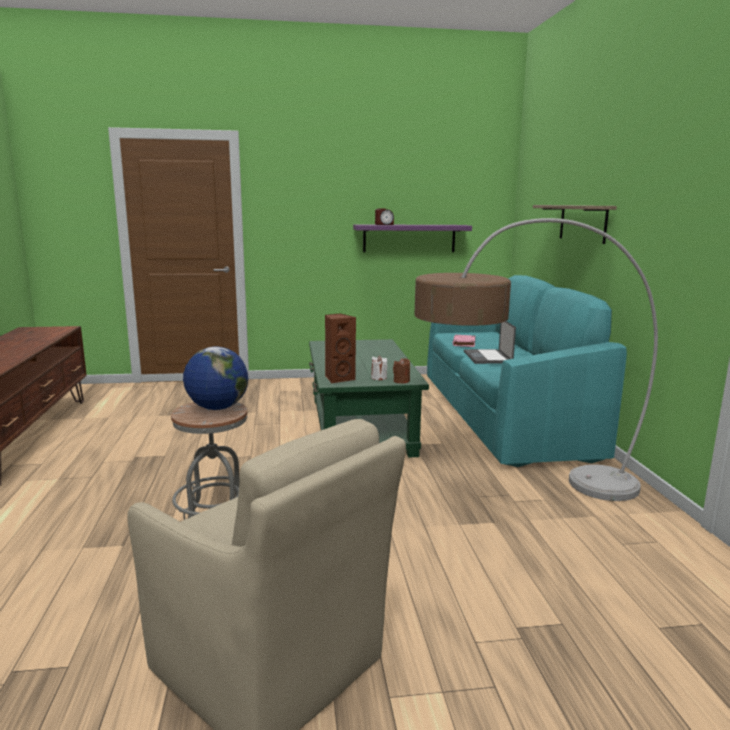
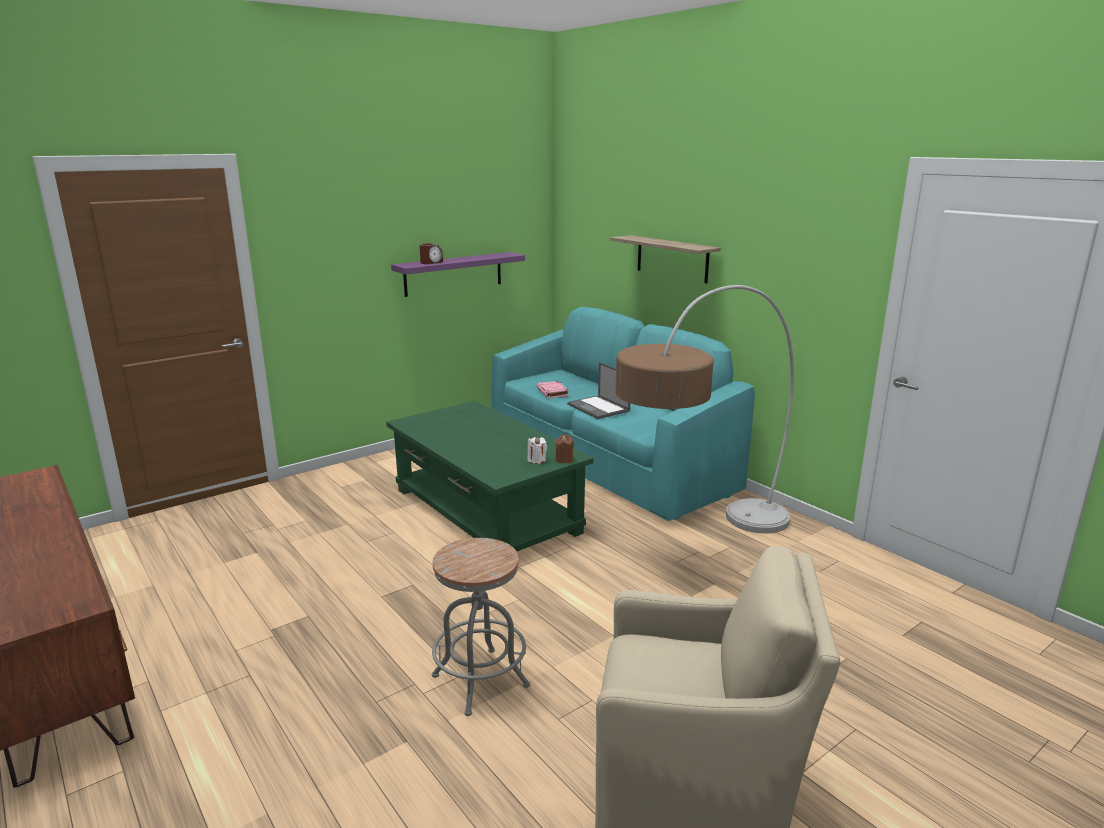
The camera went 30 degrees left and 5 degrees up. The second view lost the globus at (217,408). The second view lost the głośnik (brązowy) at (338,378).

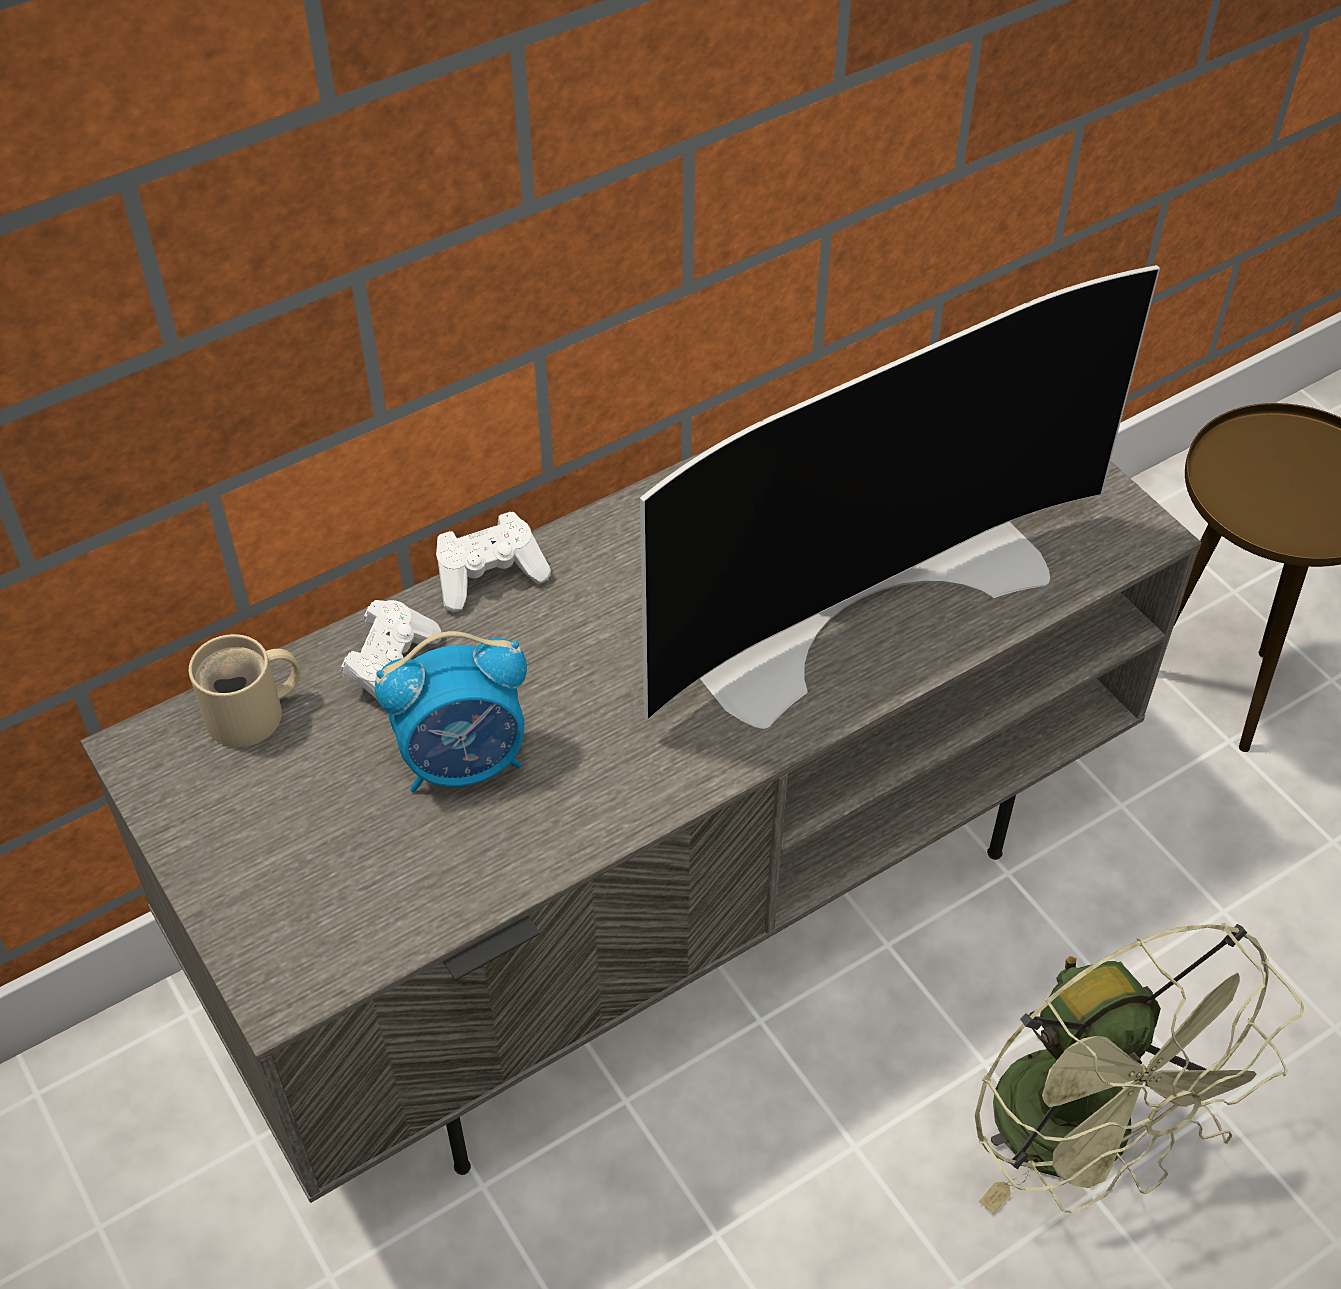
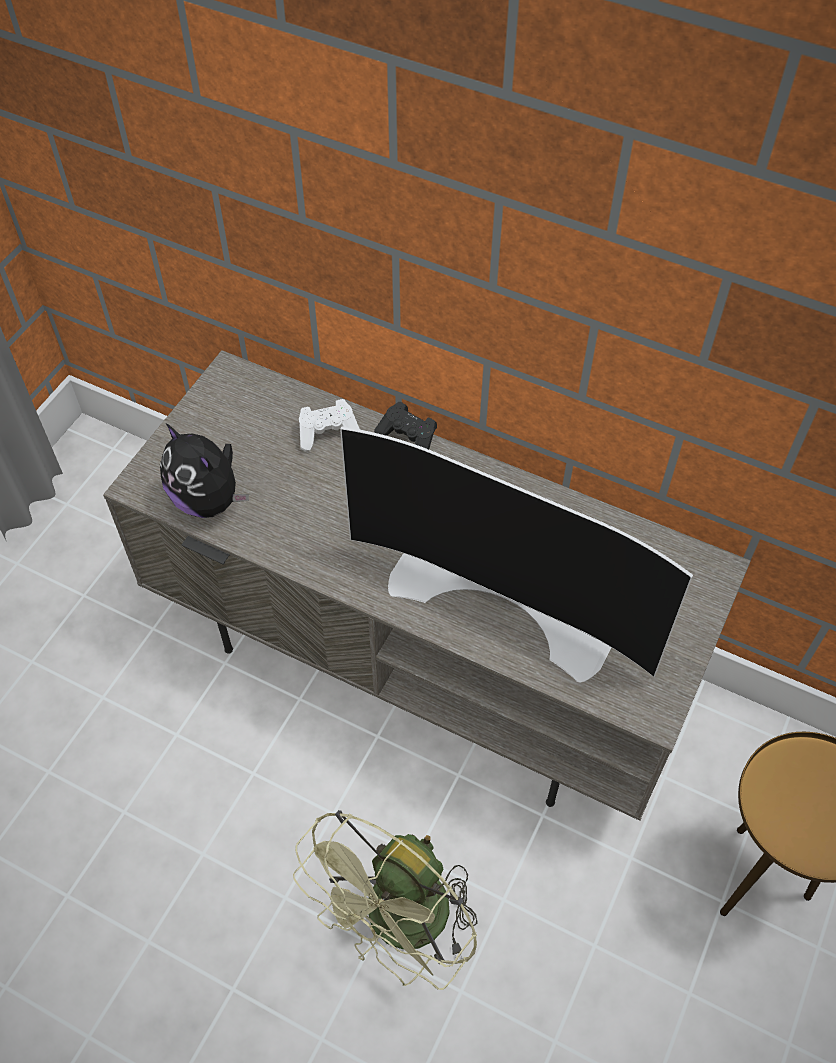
The camera went 60 degrees right and 5 degrees up. The second view lost the kubek (beżowy) at (252,716). The second view lost the budzik at (464,761). The second view gained the pluszak at (209,500). What was the pad do gier (biały) at (489,576) turned into the pad do gier (czarny) at (408,439).

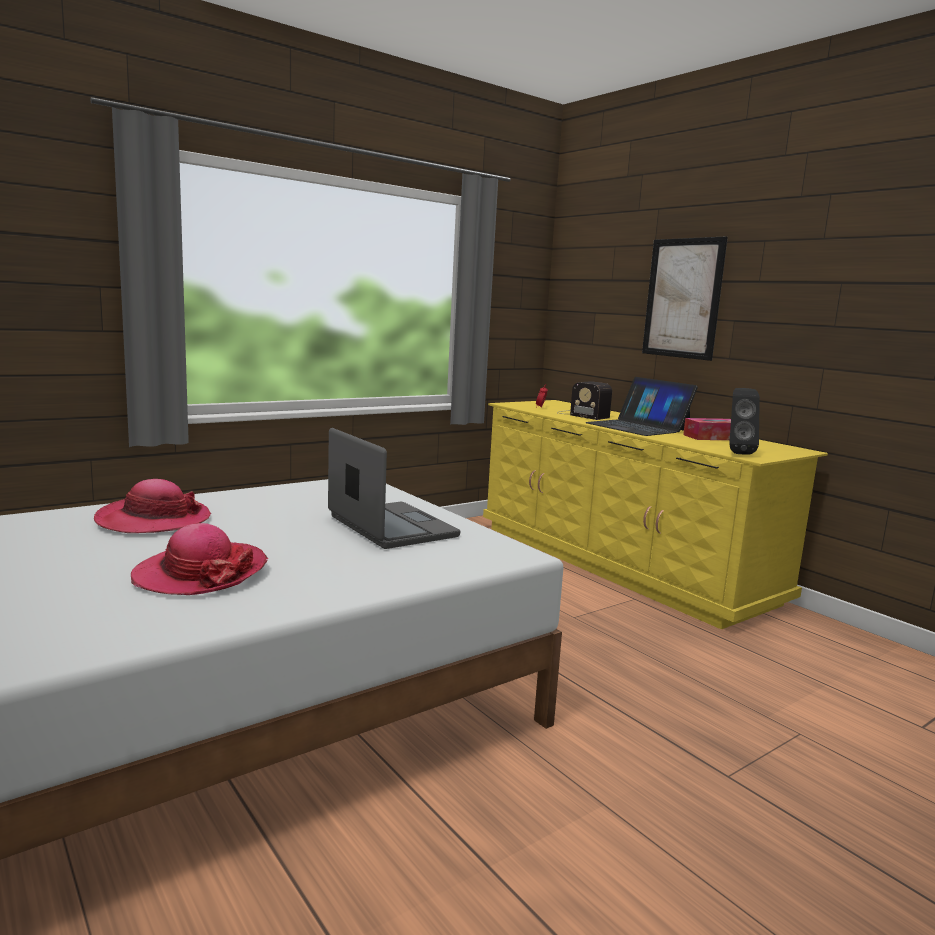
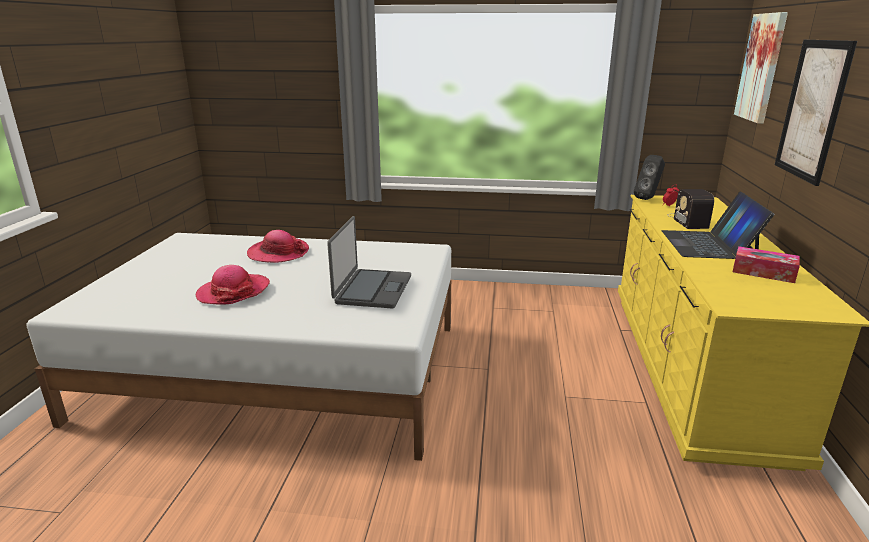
The camera went 45 degrees right and 10 degrees up. The second view gained the obraz at (761,67). The głośnik (czarny) ended up elsewhere, having gone from (737,453) to (648,198).

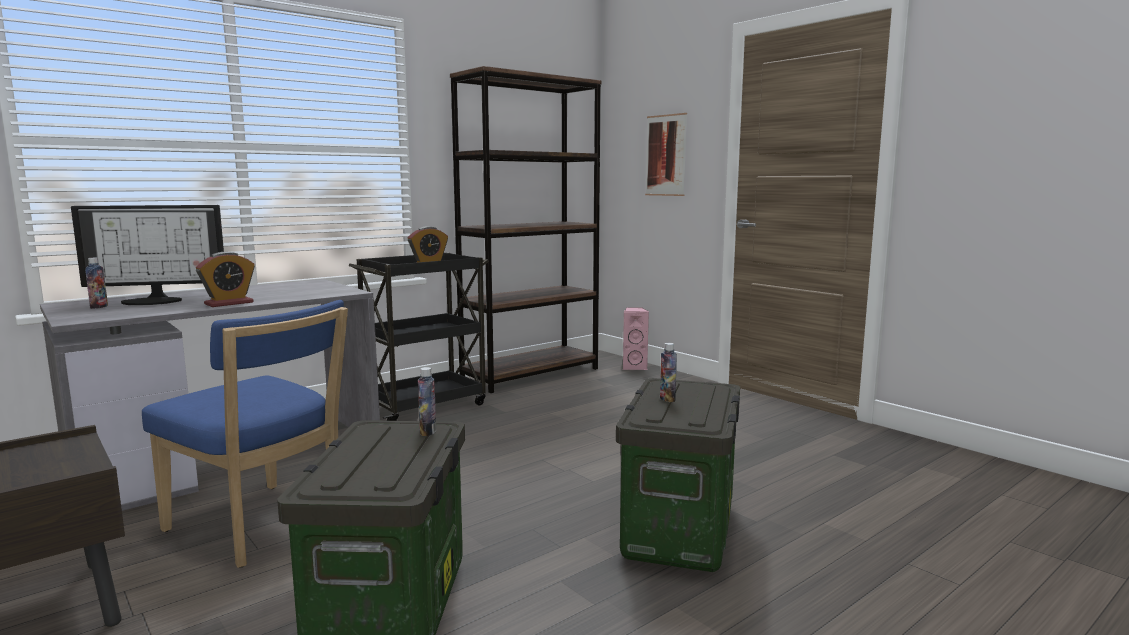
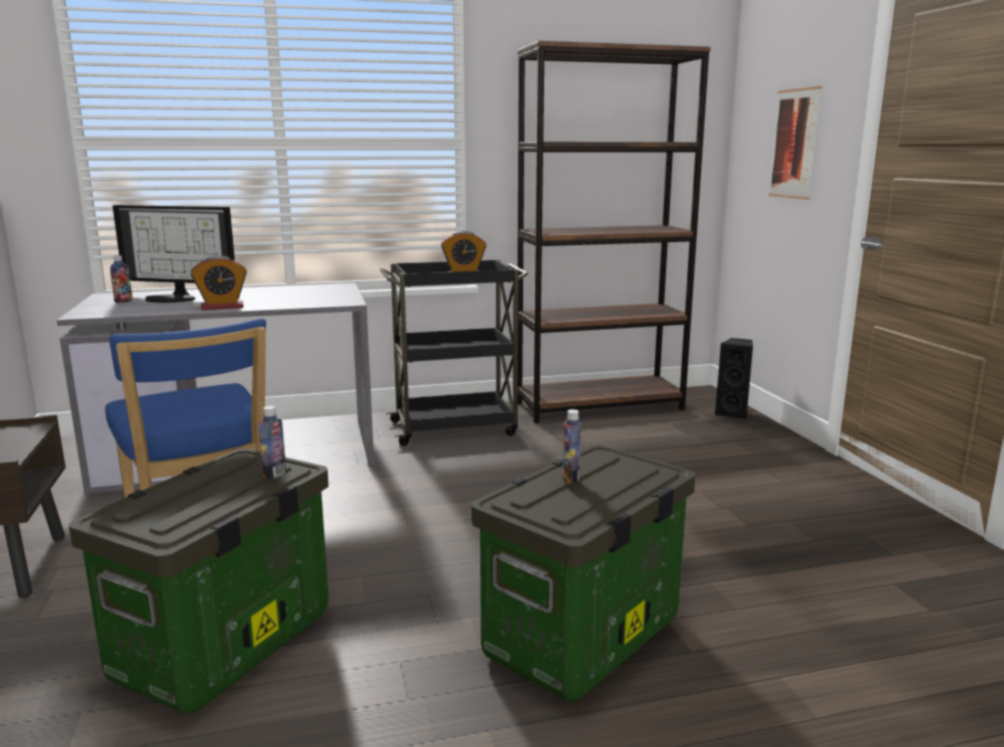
The camera went 25 degrees right and 5 degrees up. What was the głośnik (różowy) at (634,367) turned into the głośnik (czarny) at (733,413).

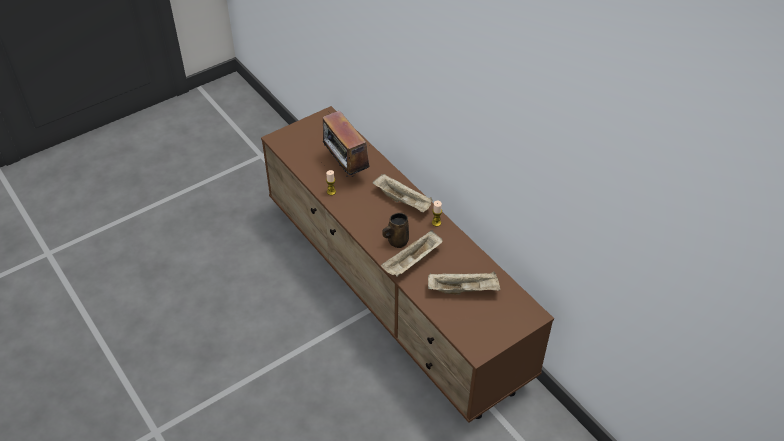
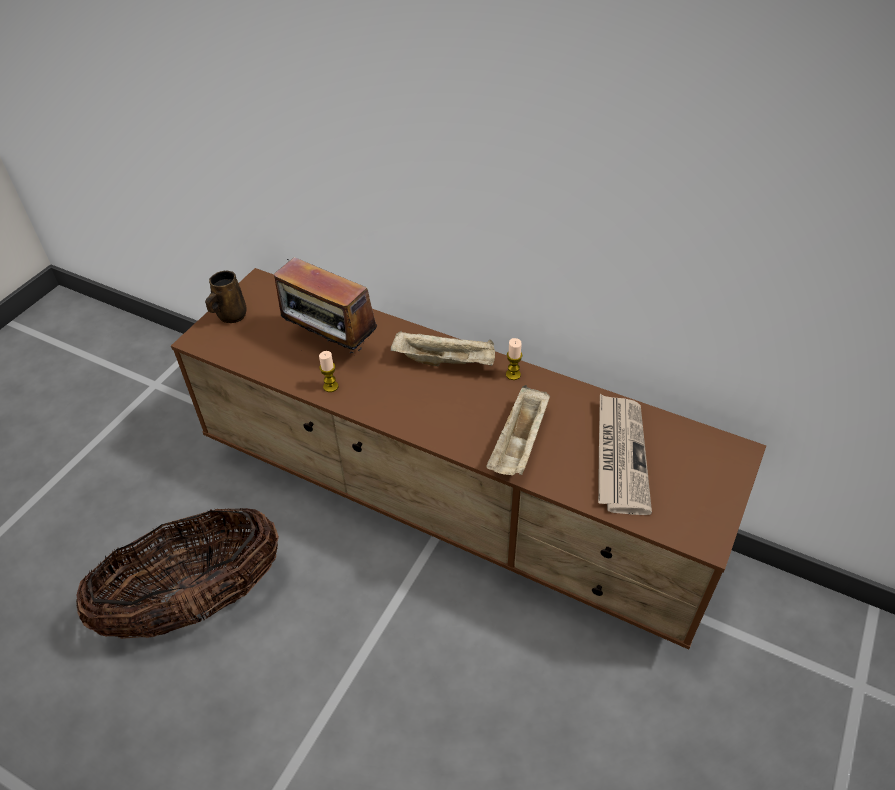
The camera went 25 degrees left and 0 degrees up. The second view gained the koszyk at (197,602). The kubek (brązowy) ended up elsewhere, having gone from (397,241) to (230,316). Where the taca (beżowy) stood at (463,289), the gazeta came to stand at (619,455).

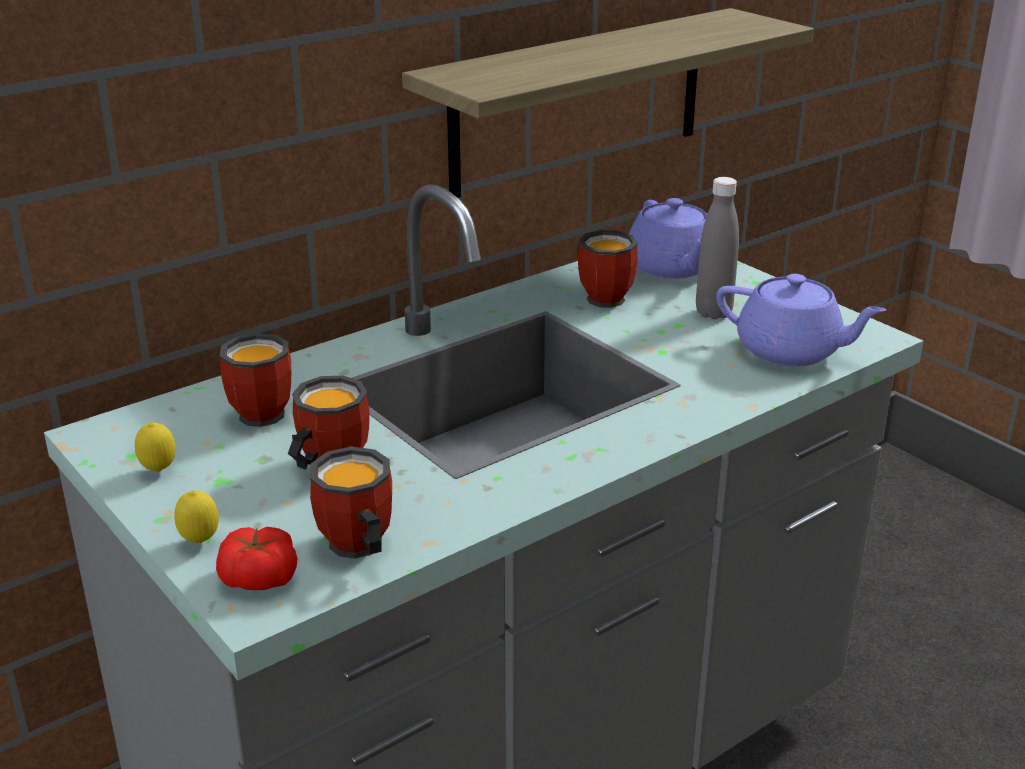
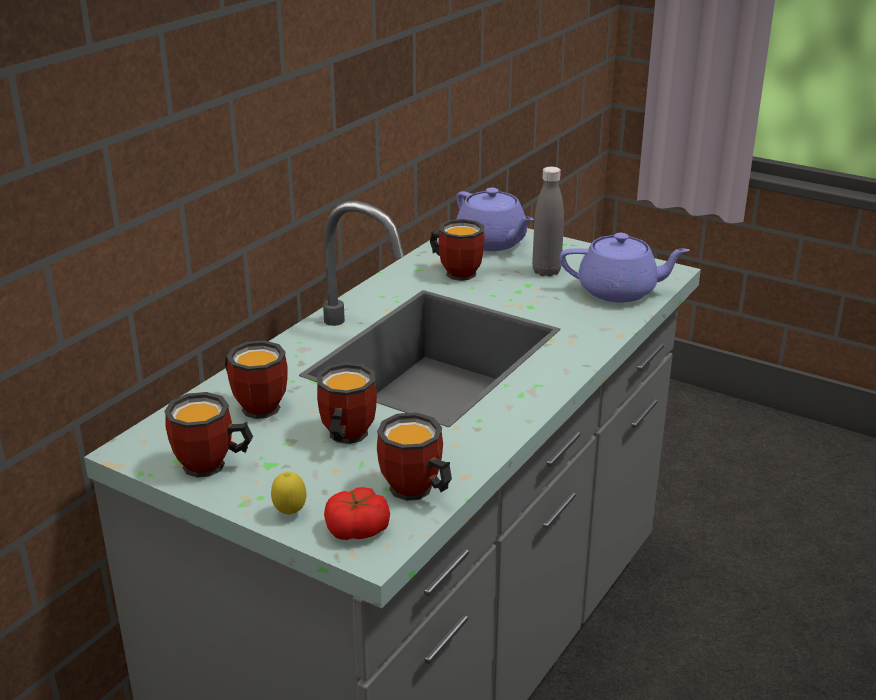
The camera went 20 degrees left and 0 degrees up. The second view lost the półka at (579,101). Where the cytryna stood at (159,471), the kubek came to stand at (211,467).

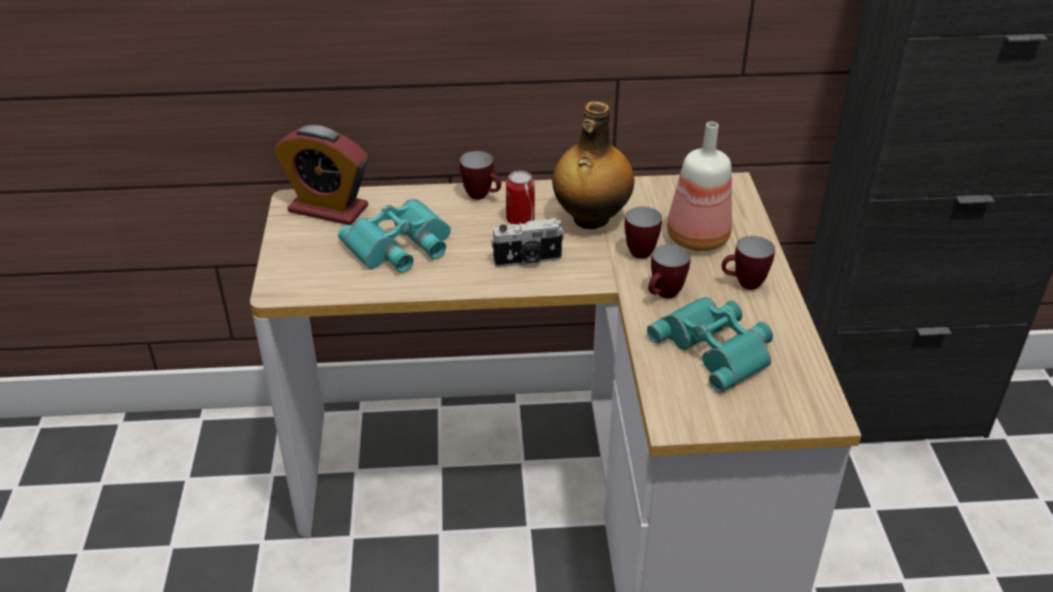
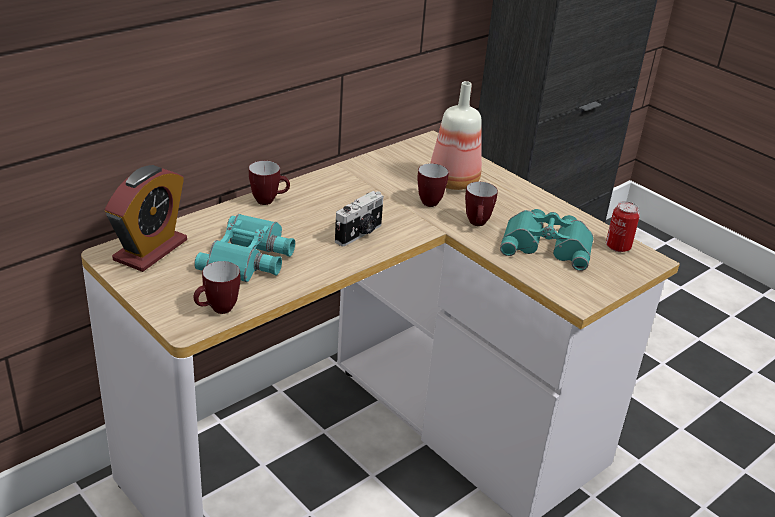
The camera went 40 degrees left and 5 degrees down. The second view lost the butelka at (590,219). The puszka ended up elsewhere, having gone from (520,220) to (618,246). The kubek ended up elsewhere, having gone from (743,284) to (218,310). The budzik at (328,209) ended up facing another way, 45 degrees counterclockwise from before.

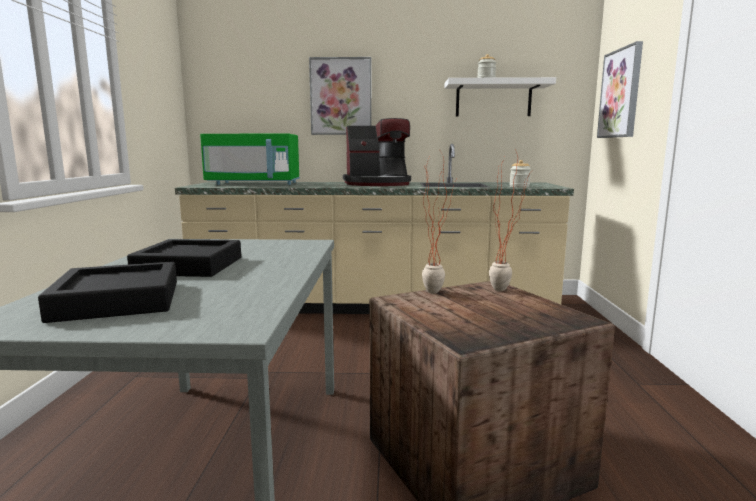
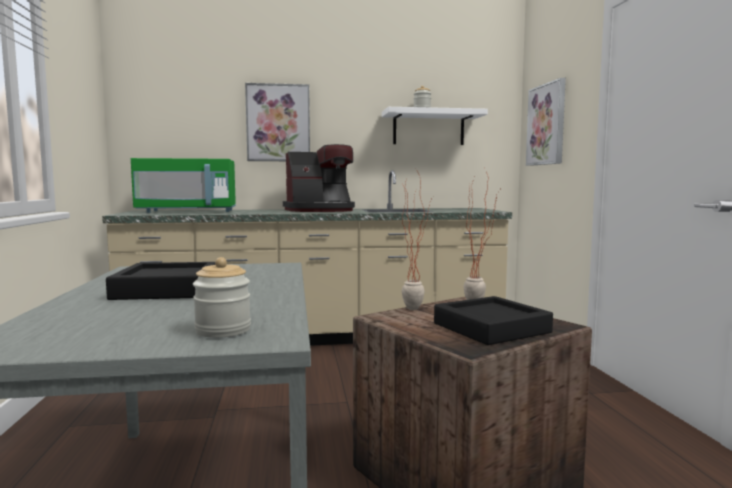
The camera went 10 degrees left and 5 degrees down. The taca (czarny) ended up elsewhere, having gone from (118,301) to (491,328). The słoik ended up elsewhere, having gone from (519,187) to (223,330).

